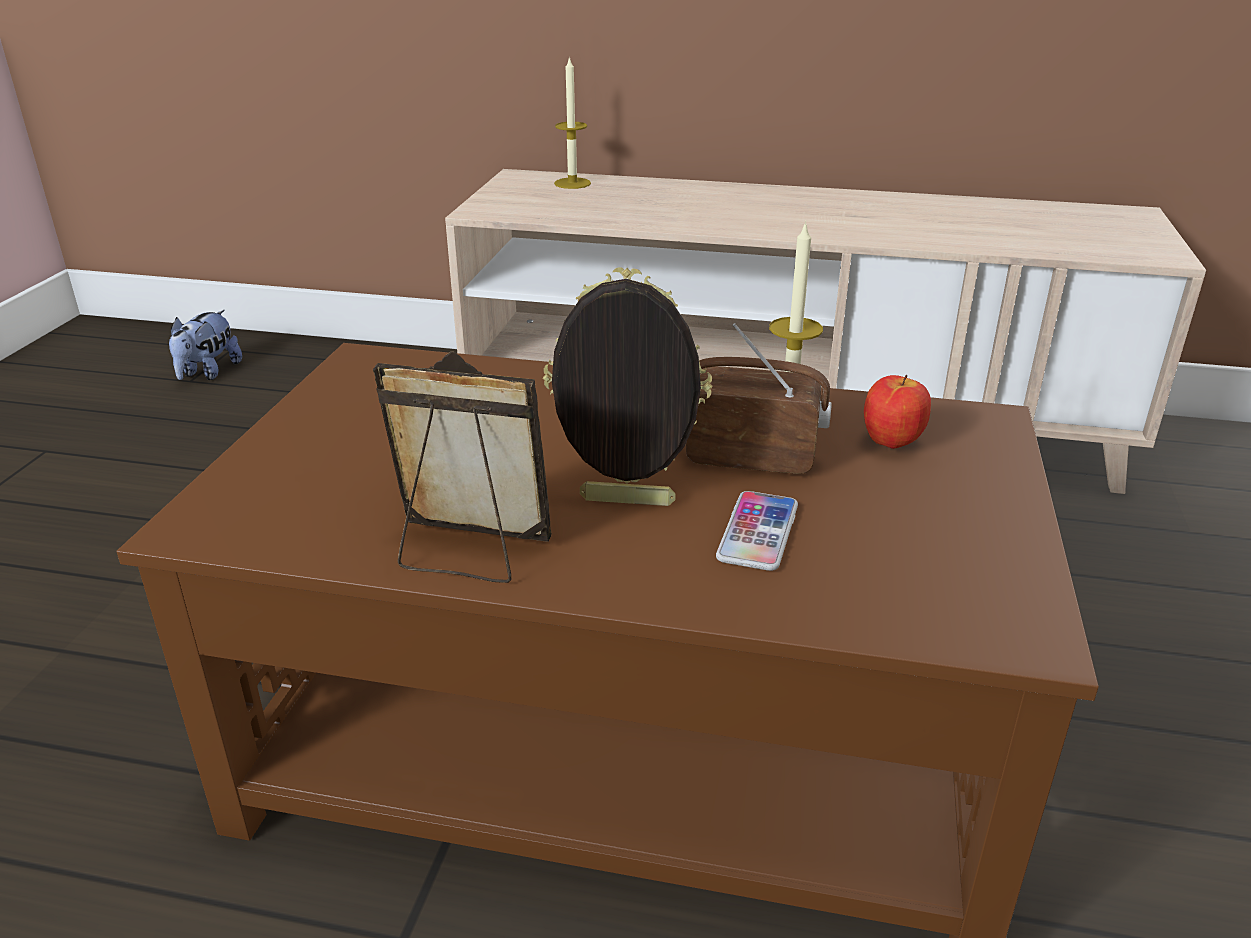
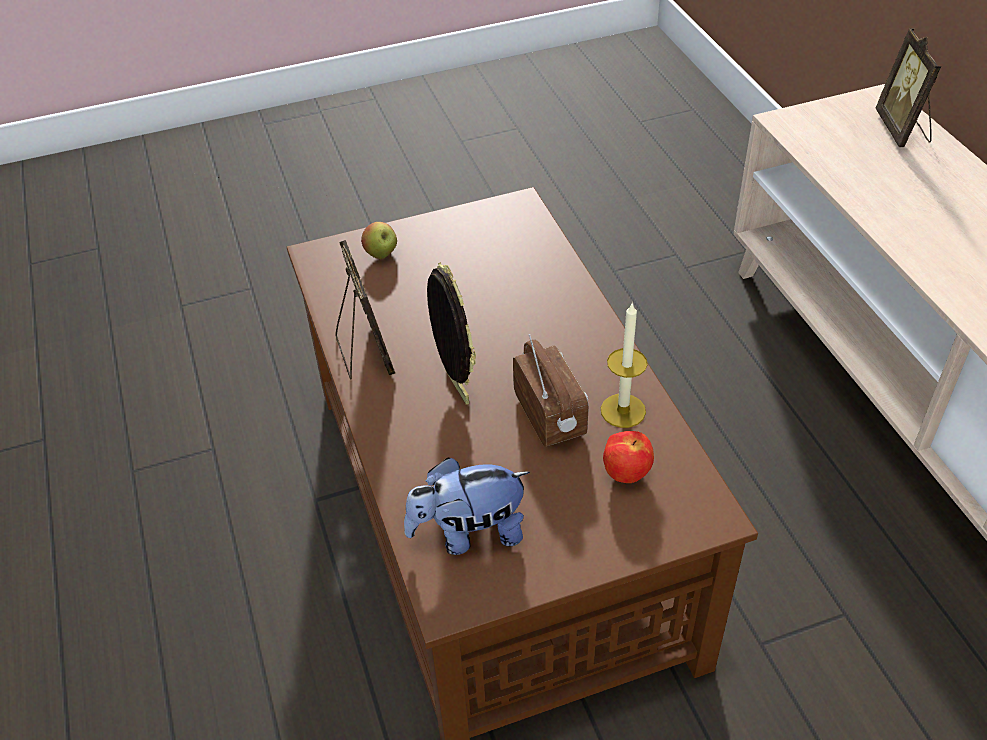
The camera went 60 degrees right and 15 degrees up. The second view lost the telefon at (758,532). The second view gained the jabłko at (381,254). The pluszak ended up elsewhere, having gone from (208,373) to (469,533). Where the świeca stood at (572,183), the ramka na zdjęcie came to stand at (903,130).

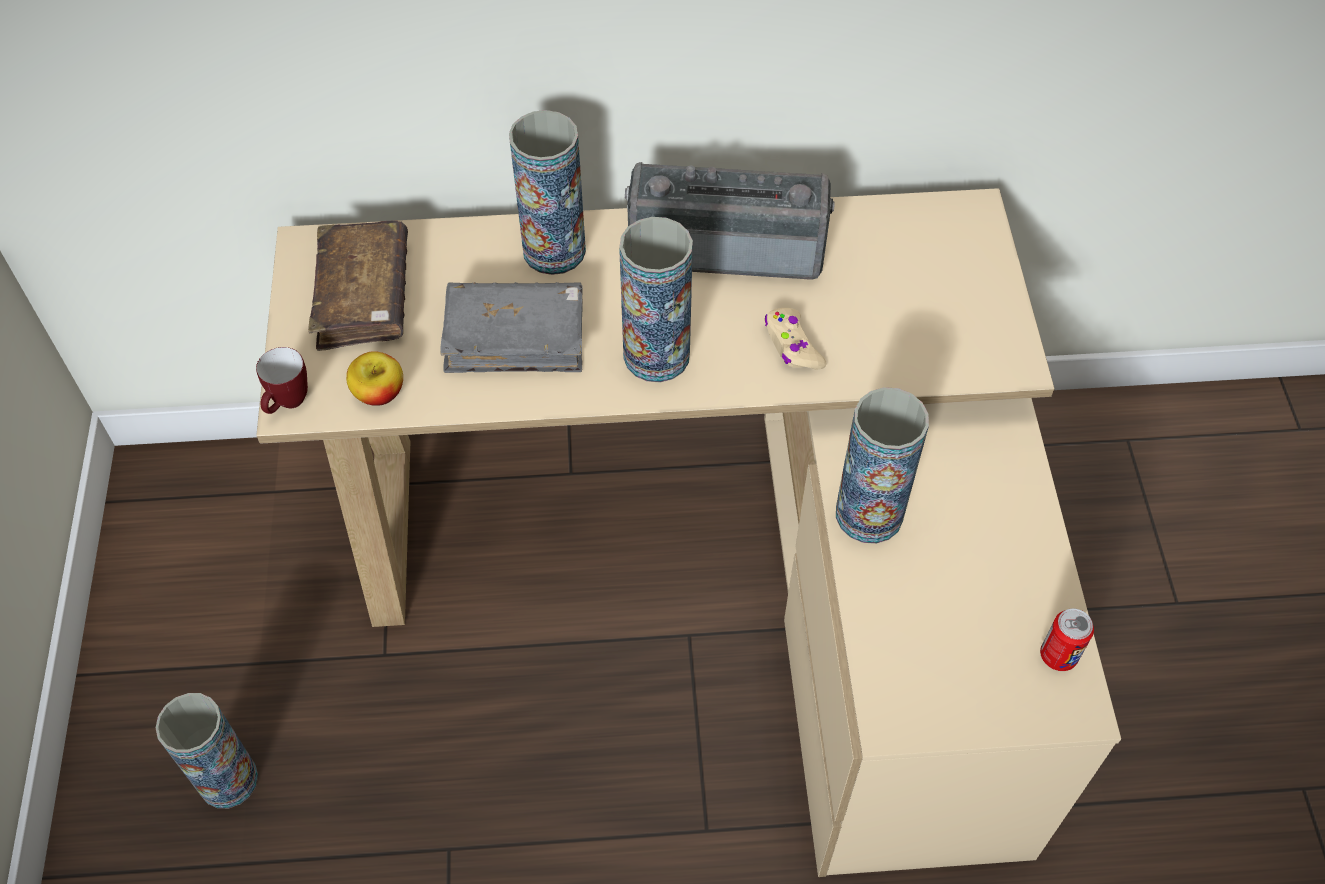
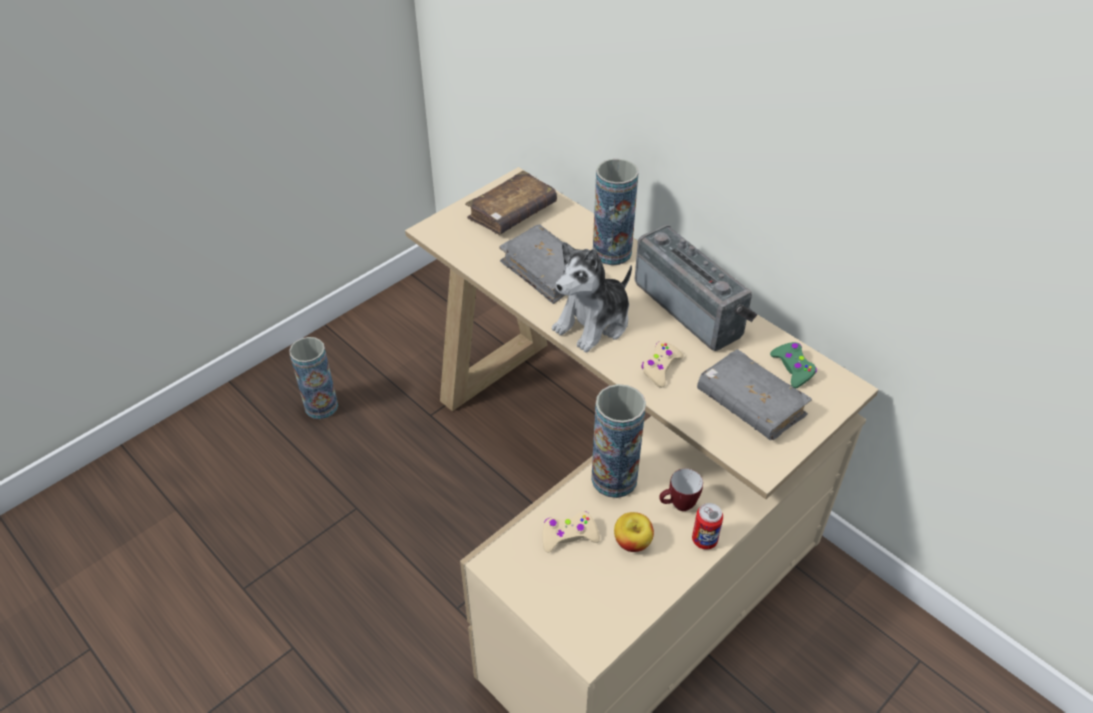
The camera went 50 degrees right and 10 degrees down. The second view gained the pad do gier (beżowy) at (569,536). The second view gained the książka (szary) at (750,404). The second view gained the pad do gier (zielony) at (793,368). The kubek ended up elsewhere, having gone from (288,404) to (678,506). The jabłko ended up elsewhere, having gone from (379,393) to (632,542). The puszka ended up elsewhere, having gone from (1058,655) to (704,540). Where the wazon stood at (656,355), the pluszak came to stand at (593,323).

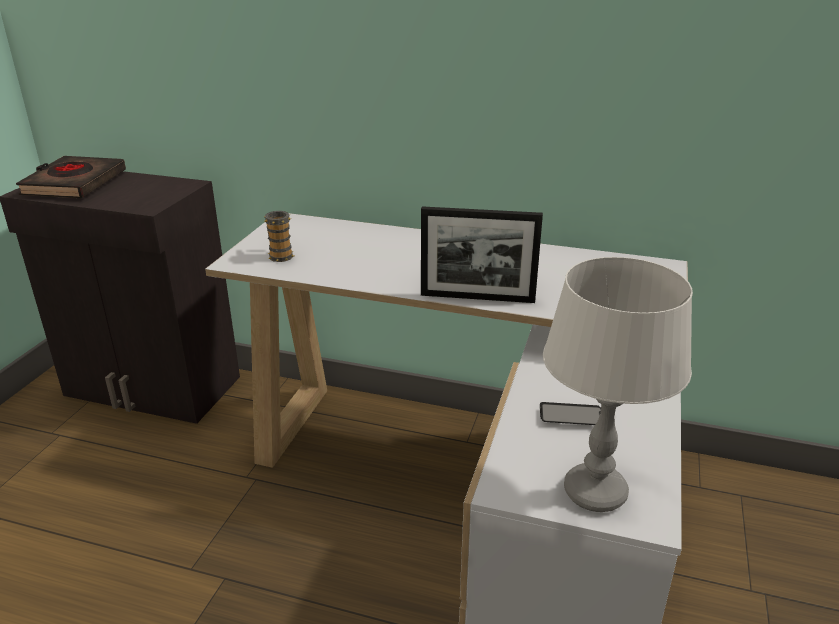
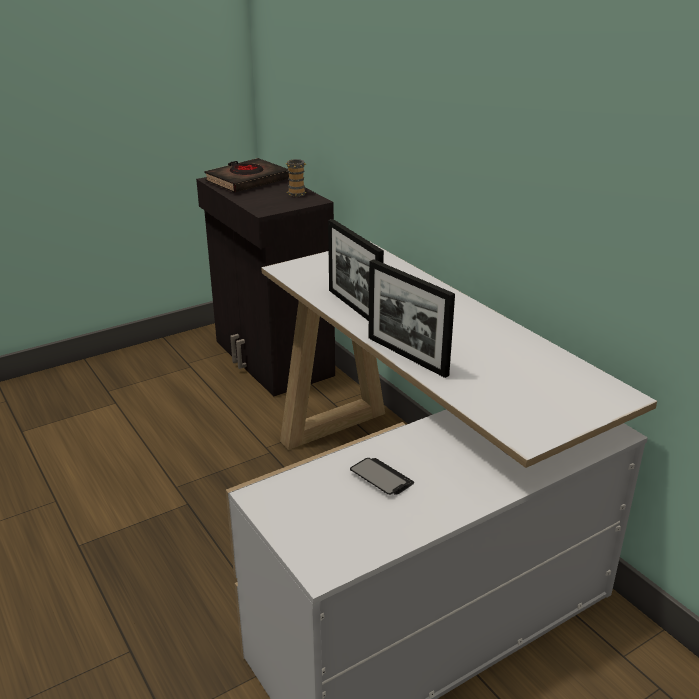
The camera went 40 degrees right and 0 degrees up. The second view lost the lampa stołowa (szary) at (594,492). The second view gained the ramka na zdjęcie at (354,307). The kubek ended up elsewhere, having gone from (279,255) to (297,192).

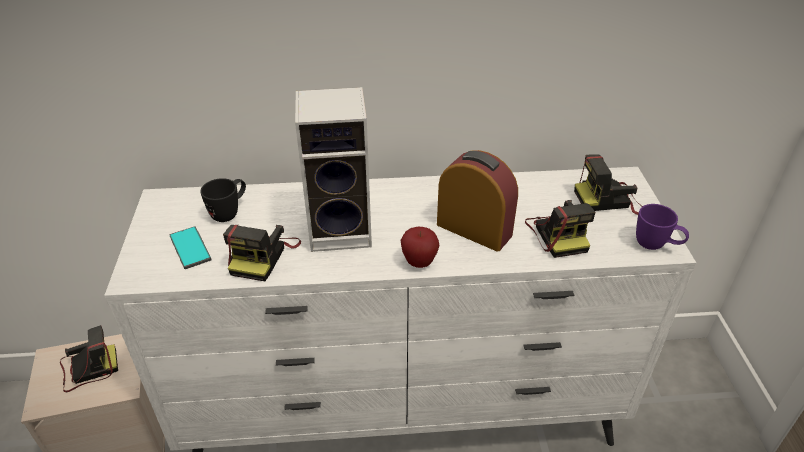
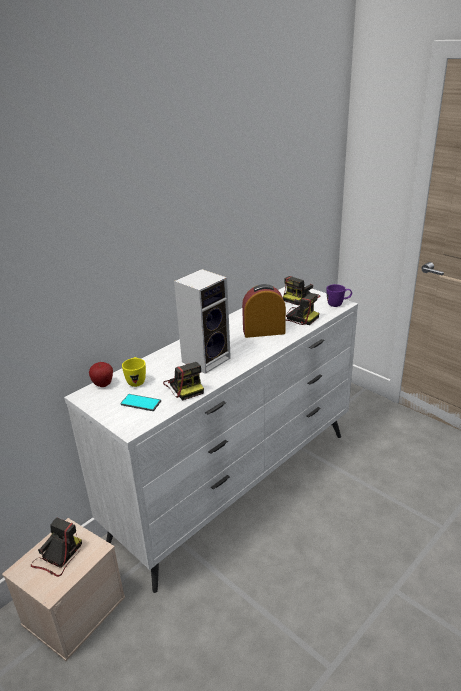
The camera went 40 degrees left and 10 degrees down. The jabłko ended up elsewhere, having gone from (419,262) to (103,385). What was the kubek (czarny) at (229,213) turned into the kubek (żółty) at (136,381).

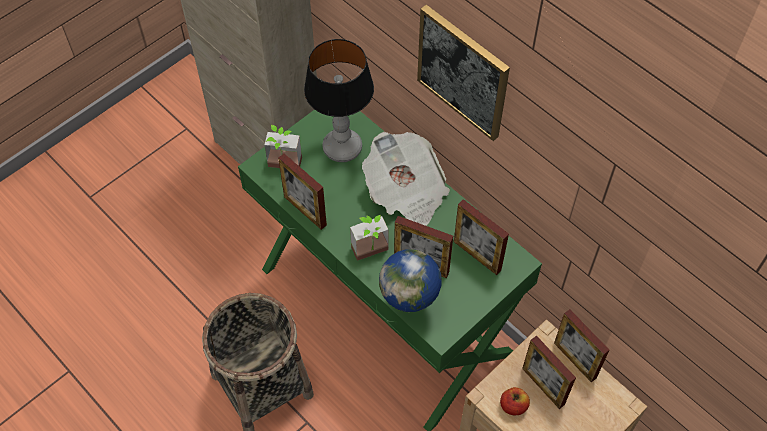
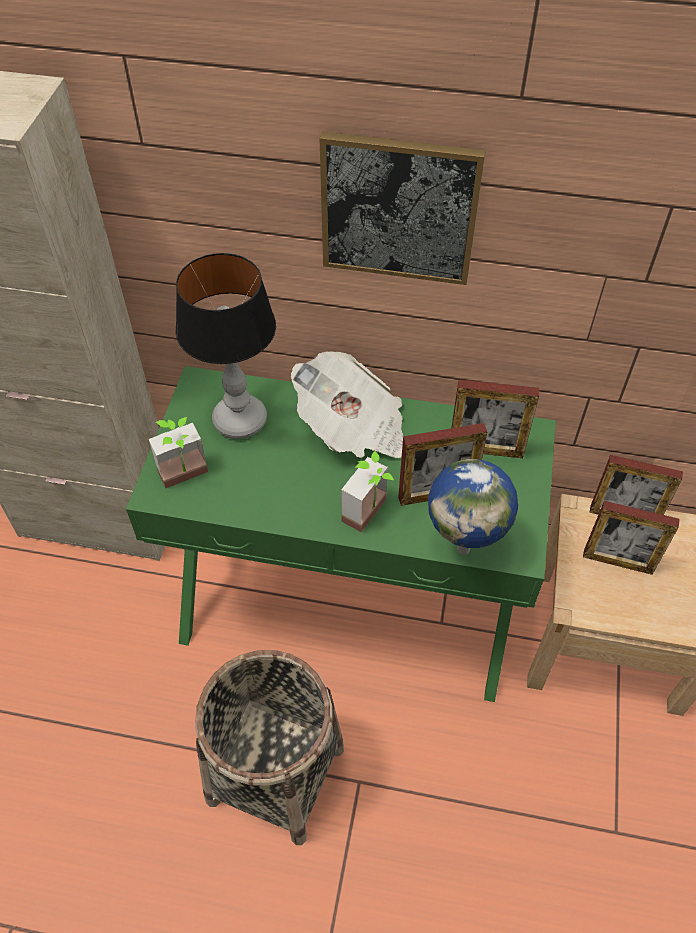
The camera went 35 degrees left and 5 degrees down. The second view lost the ramka na zdjęcie at (305,211). The second view lost the jabłko at (513,406).

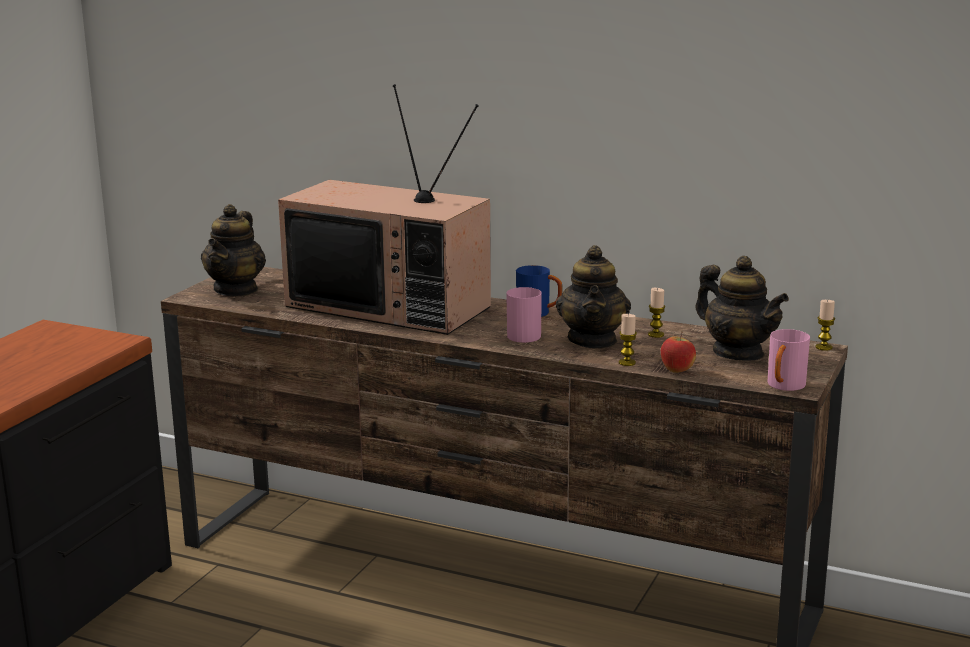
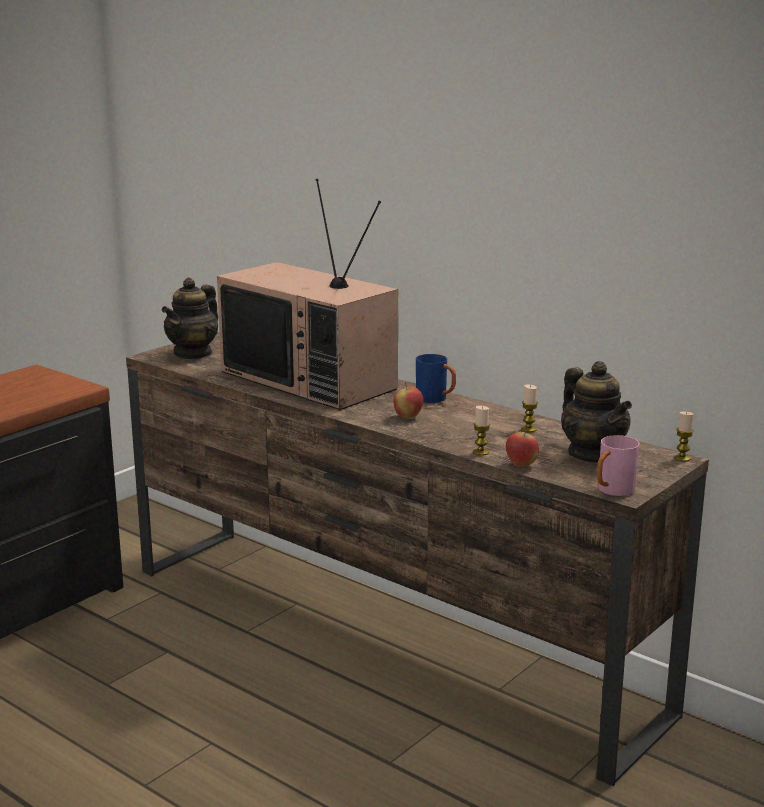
The camera went 15 degrees right and 0 degrees up. The second view lost the imbryk at (593,340). Where the kubek (różowy) stood at (524,334), the jabłko came to stand at (408,417).

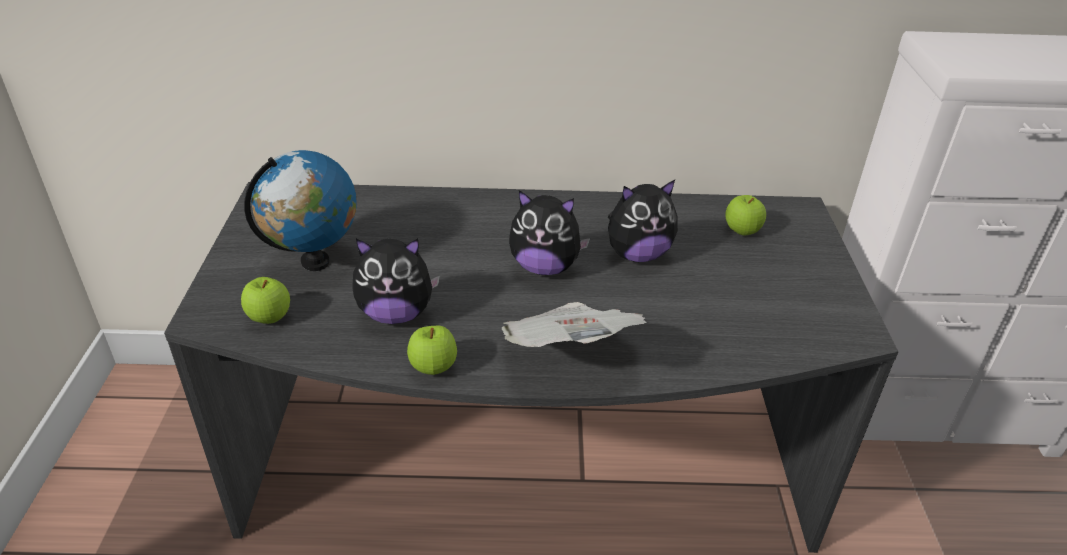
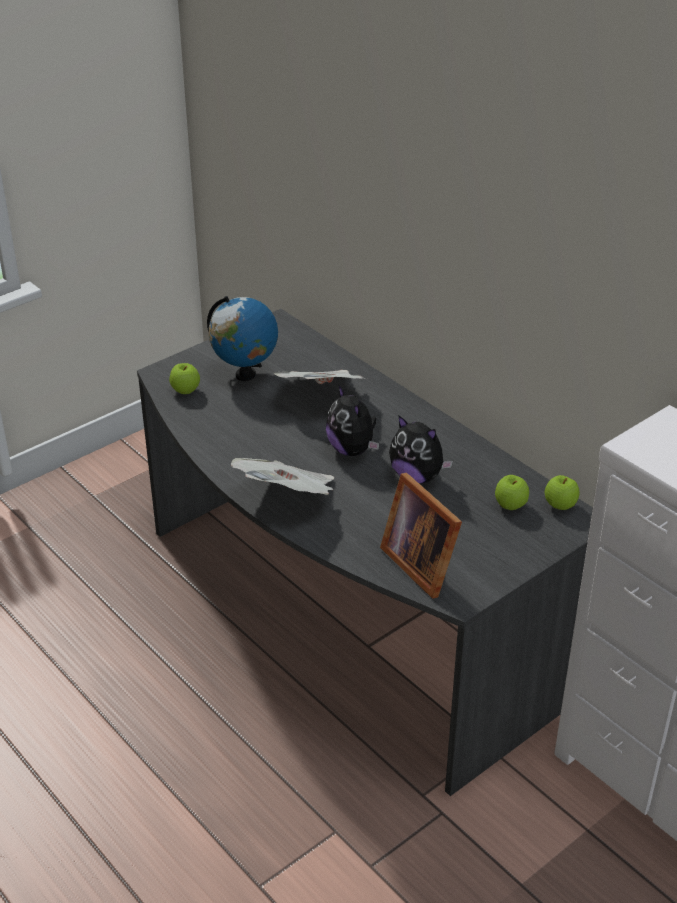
The camera went 50 degrees right and 0 degrees up. The second view lost the pluszak at (396,314). The second view gained the gazeta at (322,395). The second view gained the ramka na zdjęcie at (421,563). The jabłko ended up elsewhere, having gone from (433,368) to (560,505).

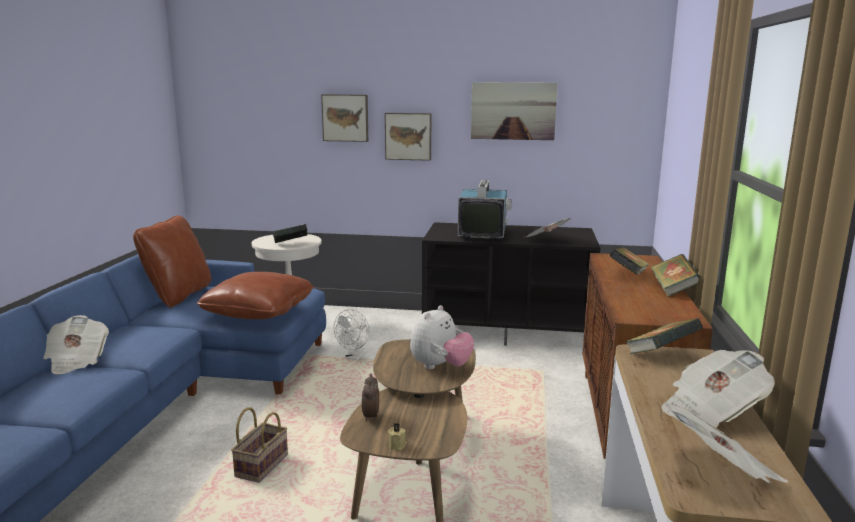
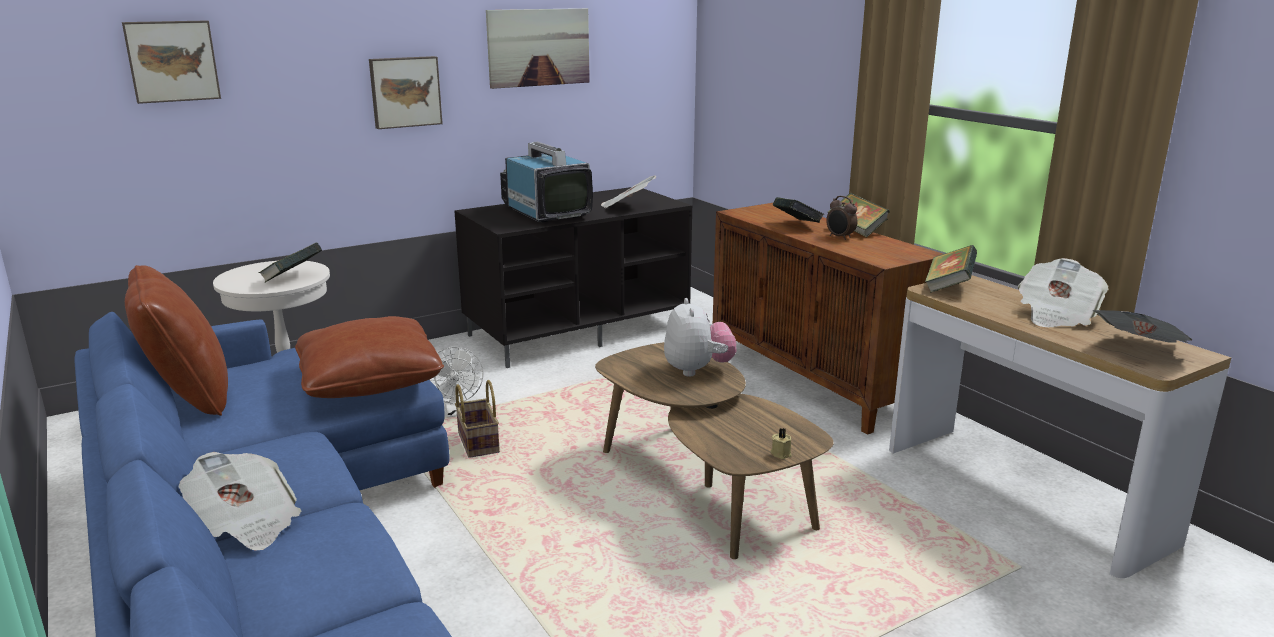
The camera went 40 degrees left and 5 degrees up. The koszyk ended up elsewhere, having gone from (261,465) to (477,443). The obraz ended up elsewhere, having gone from (345,117) to (172,61). The budzik ended up elsewhere, having gone from (370,417) to (840,237).

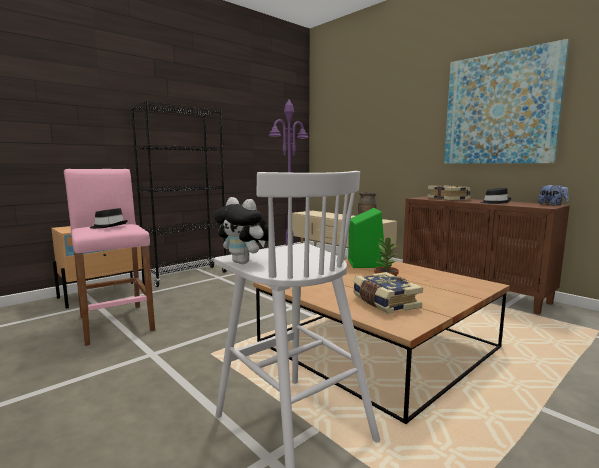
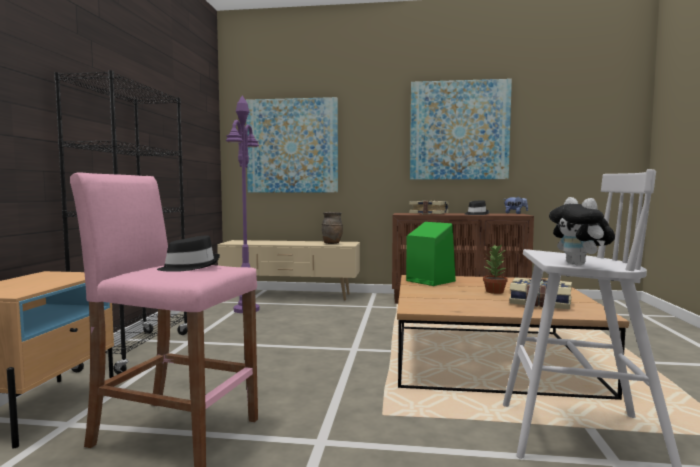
The camera went 40 degrees left and 5 degrees down. The second view gained the obraz at (292,146). The pluszak at (244,262) ended up facing another way, 75 degrees clockwise from before.

